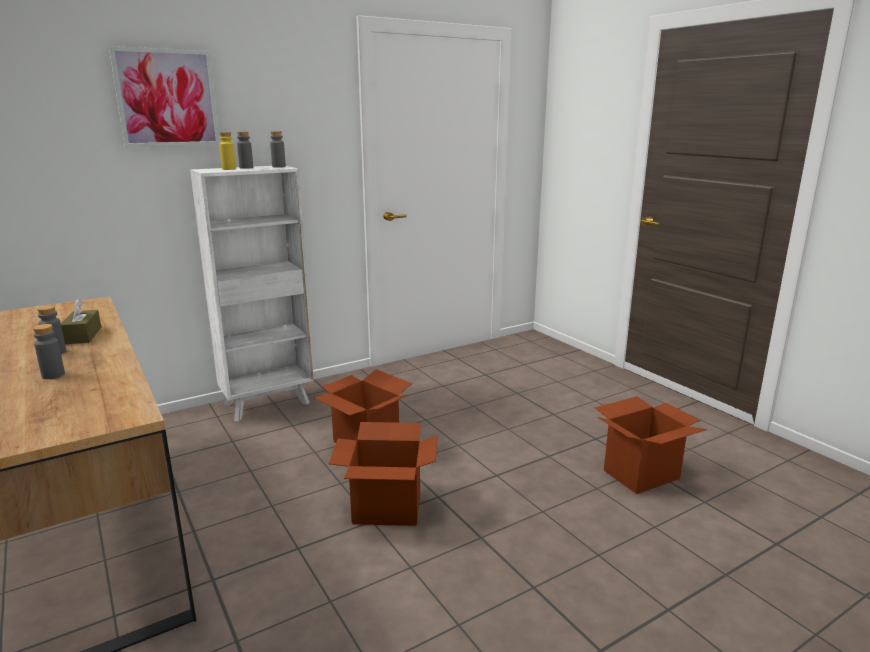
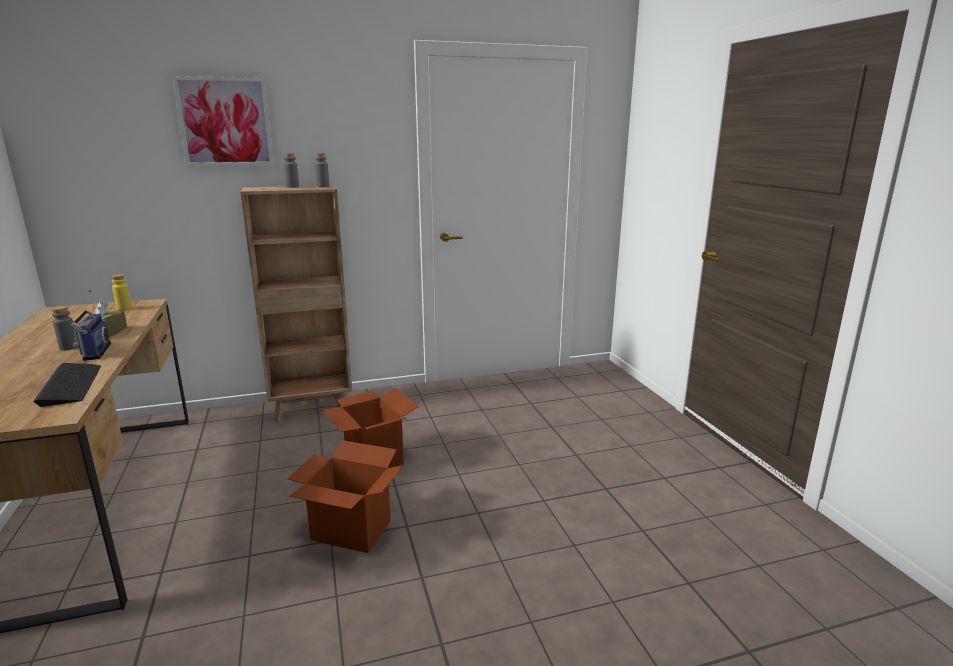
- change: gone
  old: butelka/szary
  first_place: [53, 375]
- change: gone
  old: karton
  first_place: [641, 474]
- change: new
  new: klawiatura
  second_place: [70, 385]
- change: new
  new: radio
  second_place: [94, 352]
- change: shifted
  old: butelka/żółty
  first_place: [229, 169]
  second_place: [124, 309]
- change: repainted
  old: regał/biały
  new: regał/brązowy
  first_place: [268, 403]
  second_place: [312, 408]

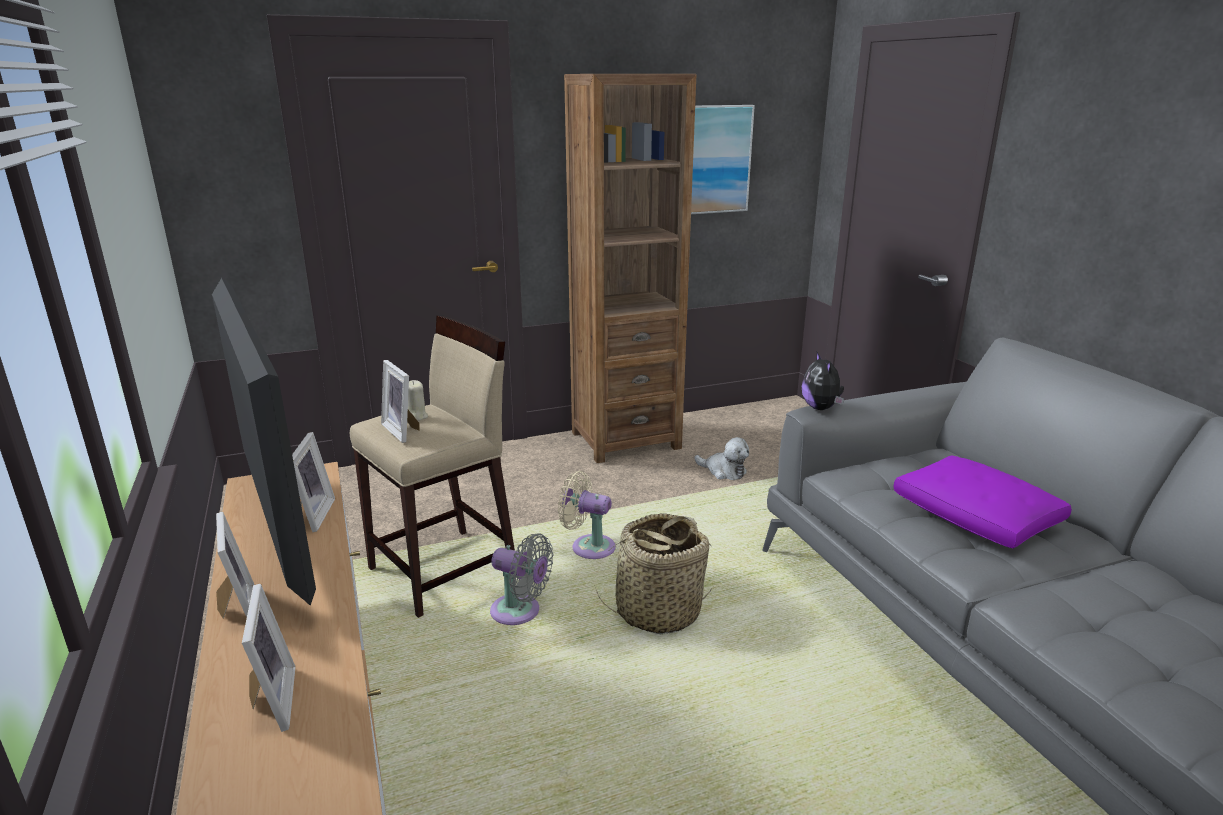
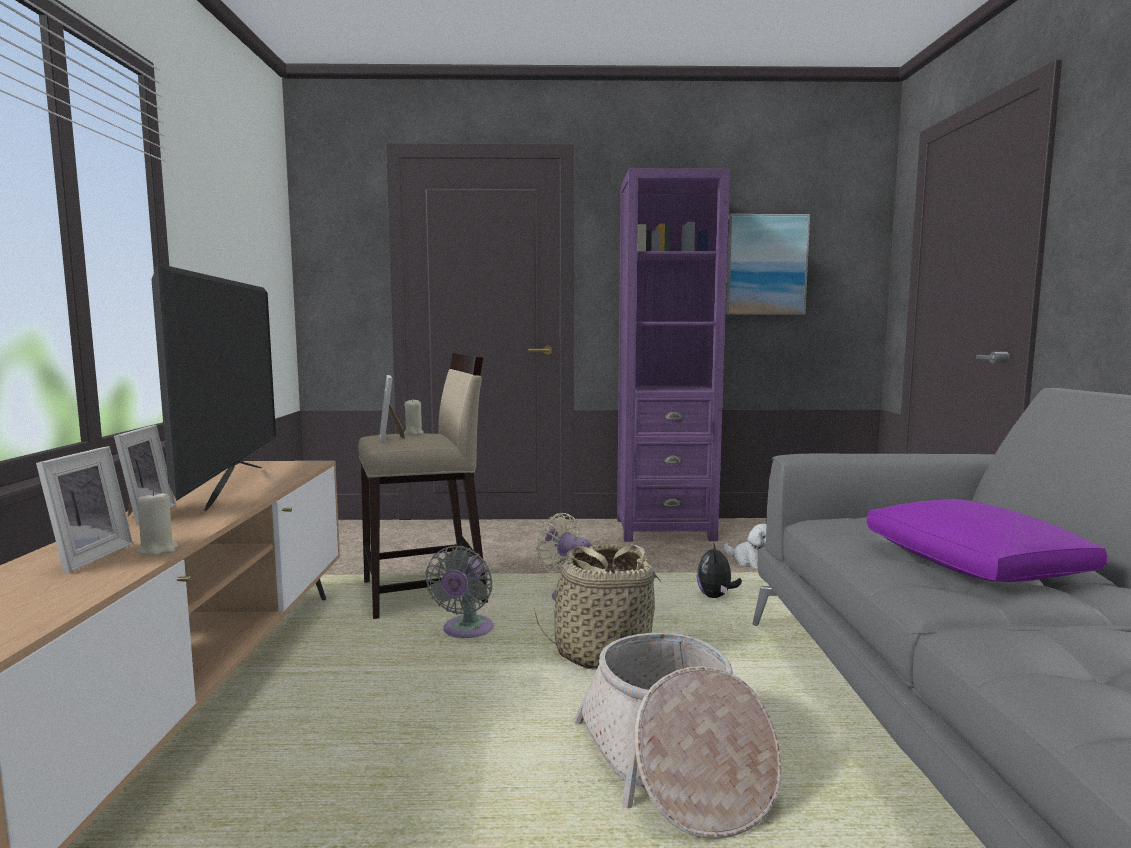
- change: gone
  old: ramka na zdjęcie
  first_place: [312, 515]
- change: new
  new: świeca/beżowy
  second_place: [158, 550]
- change: new
  new: koszyk
  second_place: [674, 765]
- change: shifted
  old: pluszak
  first_place: [821, 408]
  second_place: [716, 596]
- change: repainted
  old: regał/brązowy
  new: regał/fioletowy
  first_place: [625, 440]
  second_place: [664, 529]
- change: rotated
  old: wentylator/szary
  first_place: [520, 612]
  second_place: [466, 631]
  degrees: 60

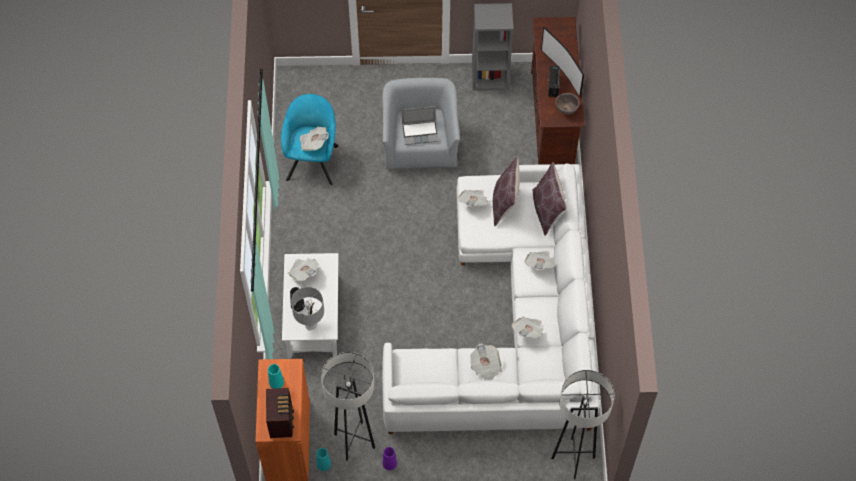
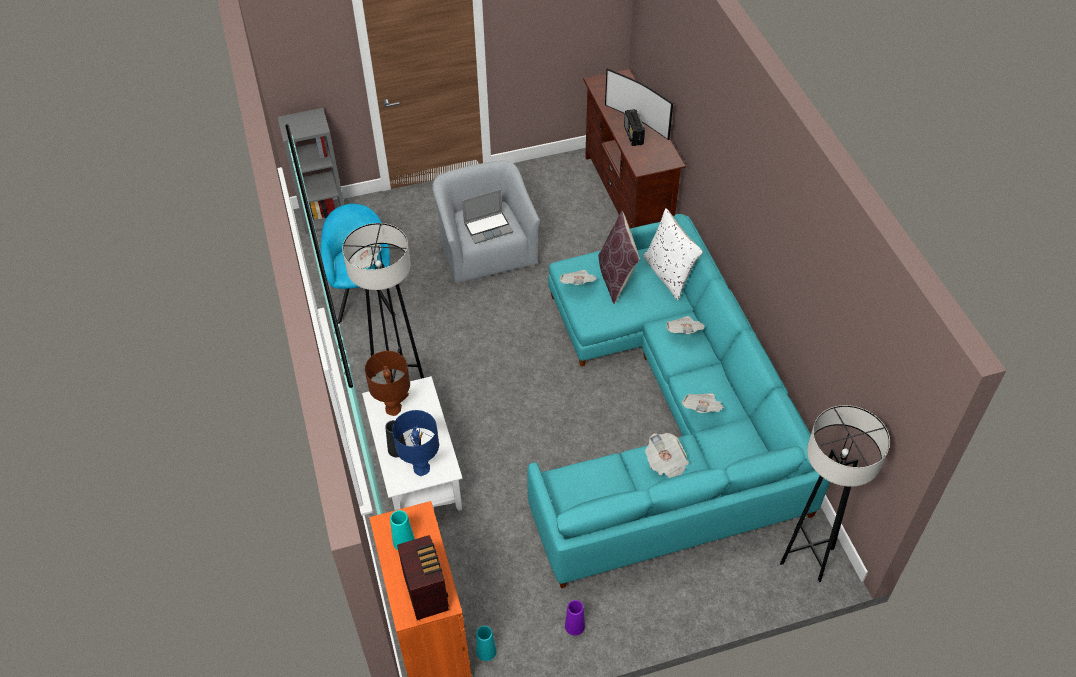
- change: gone
  old: miska/brązowy
  first_place: [566, 110]
- change: shifted
  old: lampa stojąca/szary
  first_place: [354, 441]
  second_place: [398, 377]
- change: shifted
  old: regał/szary
  first_place: [490, 77]
  second_place: [324, 216]
- change: swapped
  old: gazeta
  new: lampa stołowa/brązowy
  first_place: [303, 272]
  second_place: [393, 408]
- change: repainted
  old: lampa stołowa/szary
  new: lampa stołowa/niebieski
  first_place: [310, 324]
  second_place: [421, 468]
- change: repainted
  old: kanapa/biały
  new: kanapa/turkusowy
  first_place: [512, 322]
  second_place: [666, 415]
- change: repainted
  old: poduszka/brązowy
  new: poduszka/biały
  first_place: [547, 211]
  second_place: [669, 274]

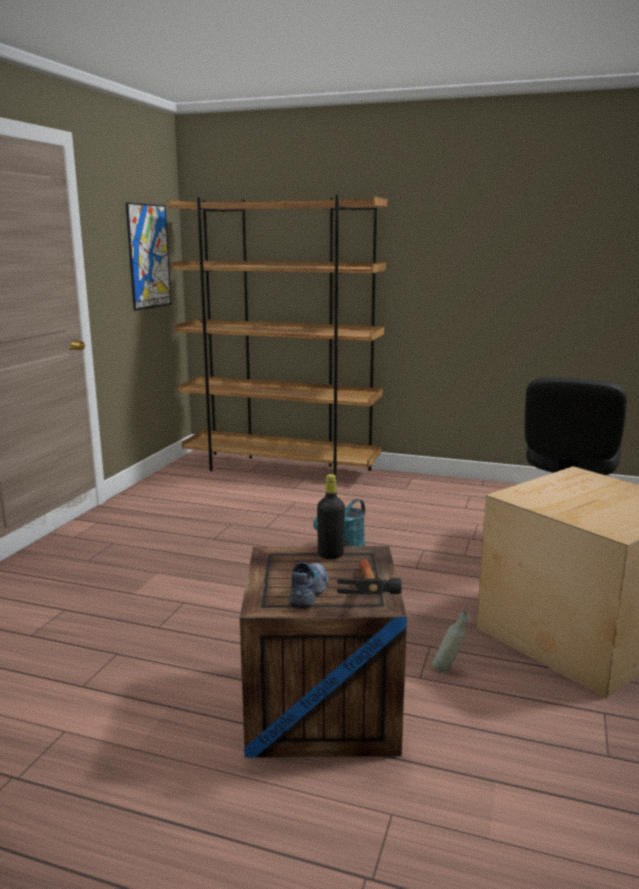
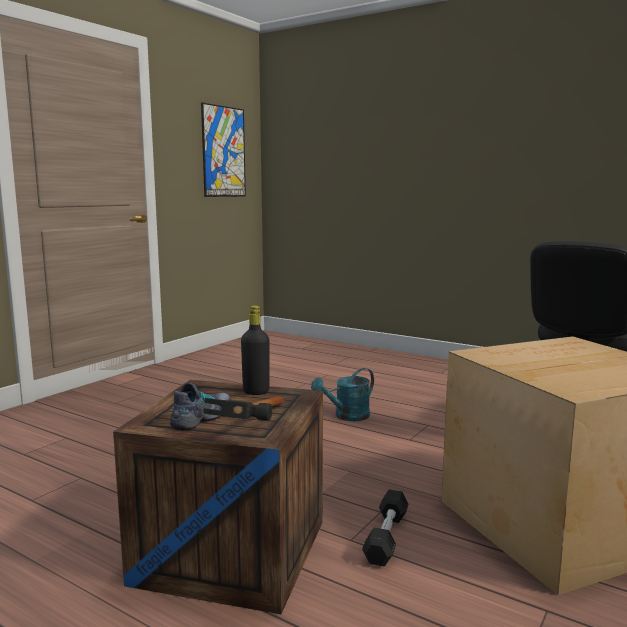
- change: gone
  old: regał/brązowy
  first_place: [281, 469]
- change: swapped
  old: butelka/szary
  new: hantel/czarny
  first_place: [448, 670]
  second_place: [386, 537]

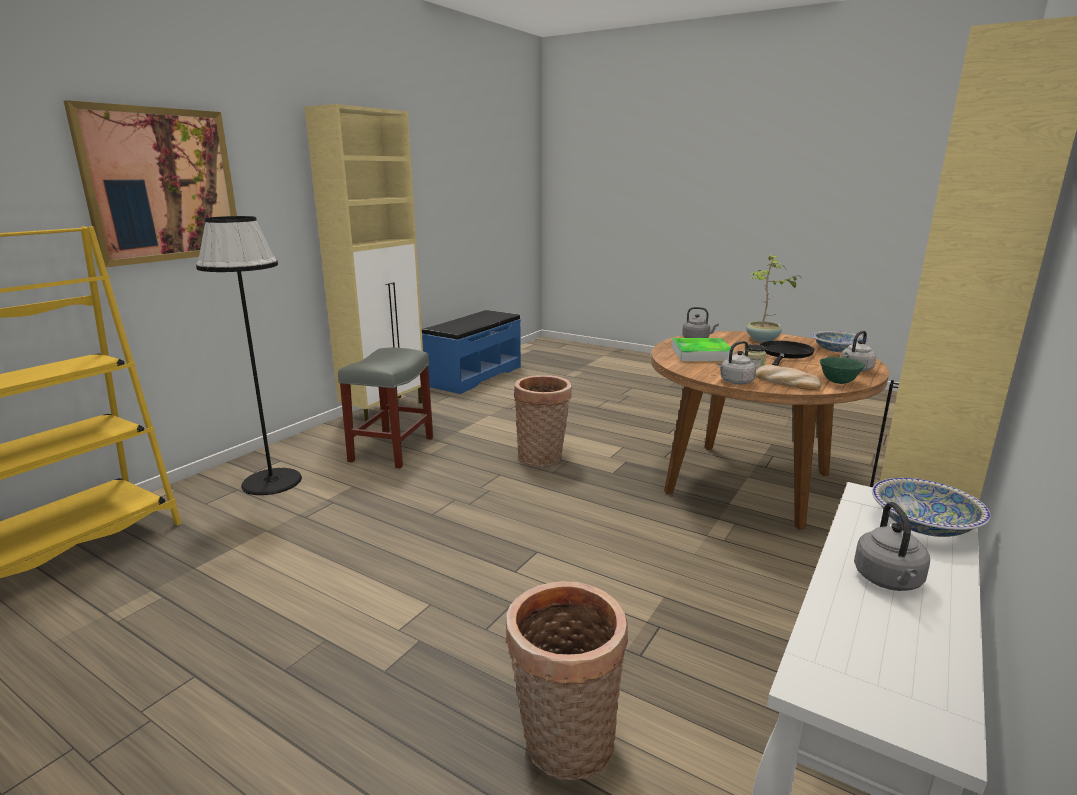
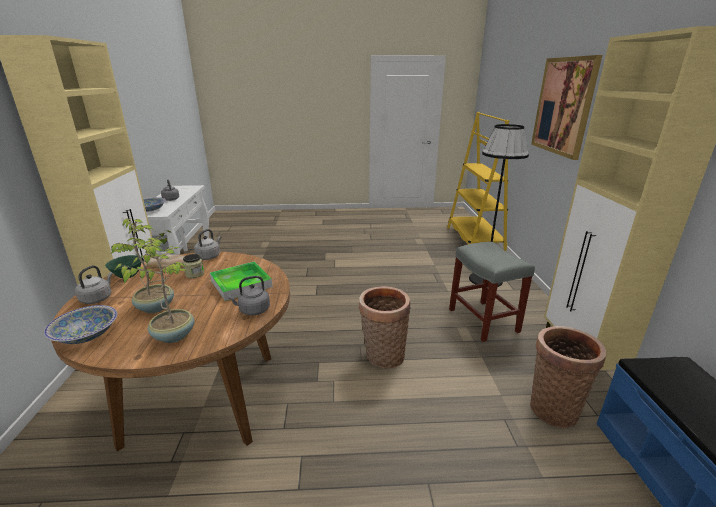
- change: shifted
  old: koszyk
  first_place: [564, 746]
  second_place: [553, 407]
- change: swapped
  old: patelnia/czarny
  new: roślina doniczkowa
  first_place: [785, 354]
  second_place: [156, 307]

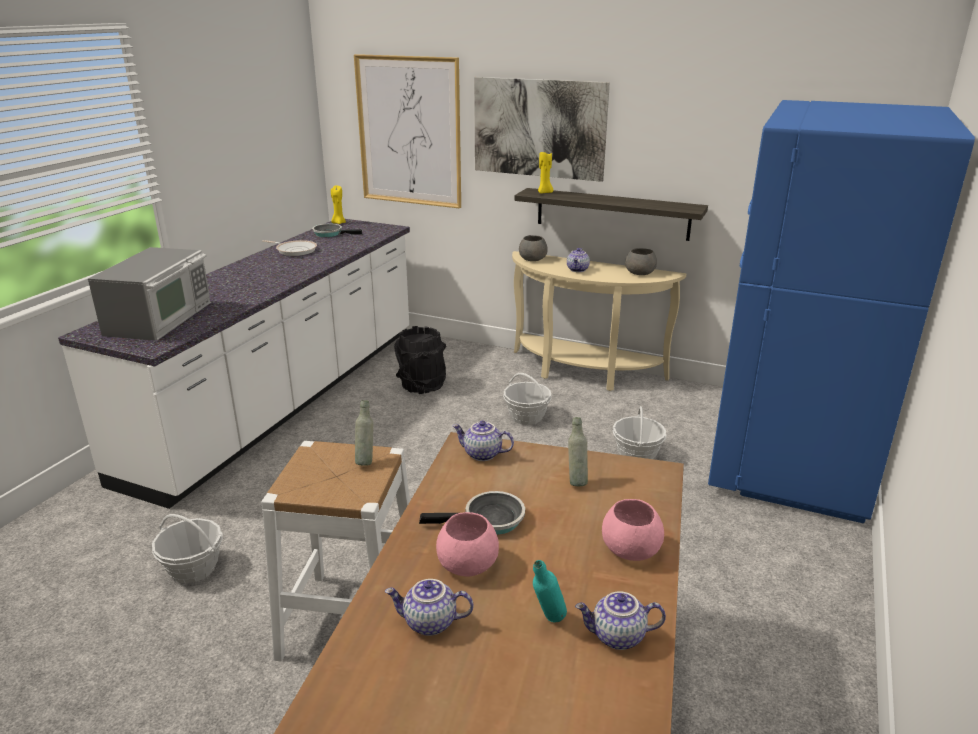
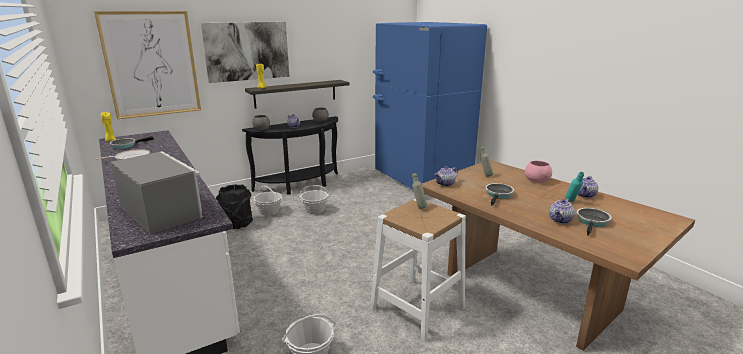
- change: gone
  old: miska/różowy
  first_place: [467, 564]
- change: new
  new: patelnia
  second_place: [592, 222]
- change: shifted
  old: koszyk
  first_place: [636, 455]
  second_place: [269, 211]
- change: repainted
  old: stolik konsolowy/beżowy
  new: stolik konsolowy/czarny
  first_place: [583, 373]
  second_place: [300, 185]

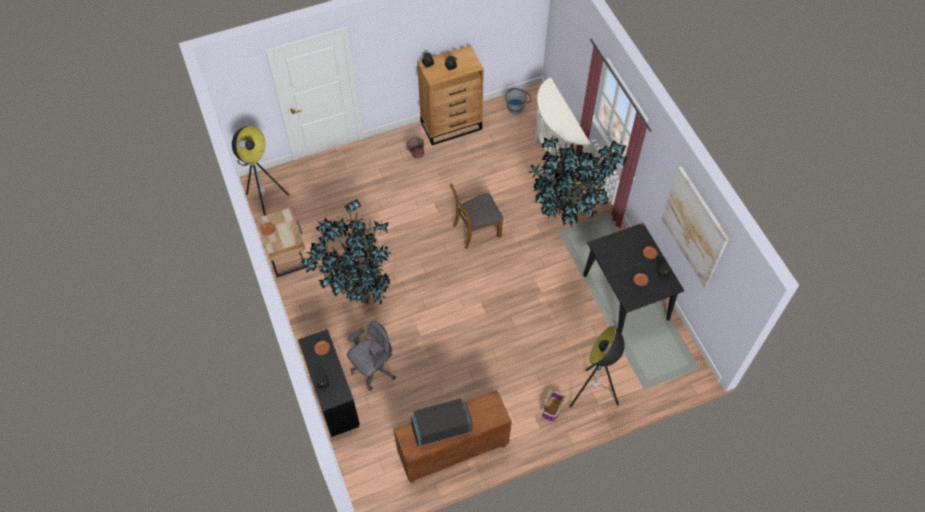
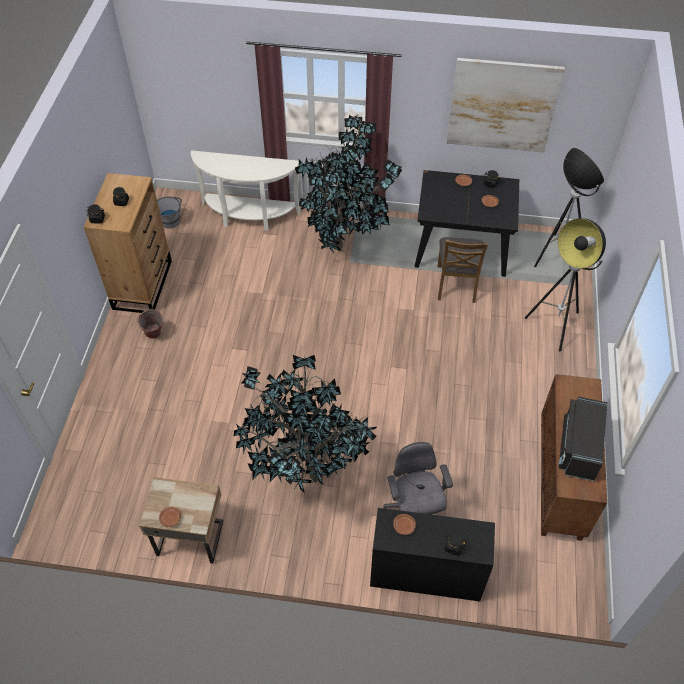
- change: gone
  old: koszyk
  first_place: [552, 410]
- change: shifted
  old: lampa stojąca
  first_place: [266, 203]
  second_place: [556, 255]
- change: shifted
  old: krzesło/brązowy
  first_place: [476, 230]
  second_place: [457, 284]

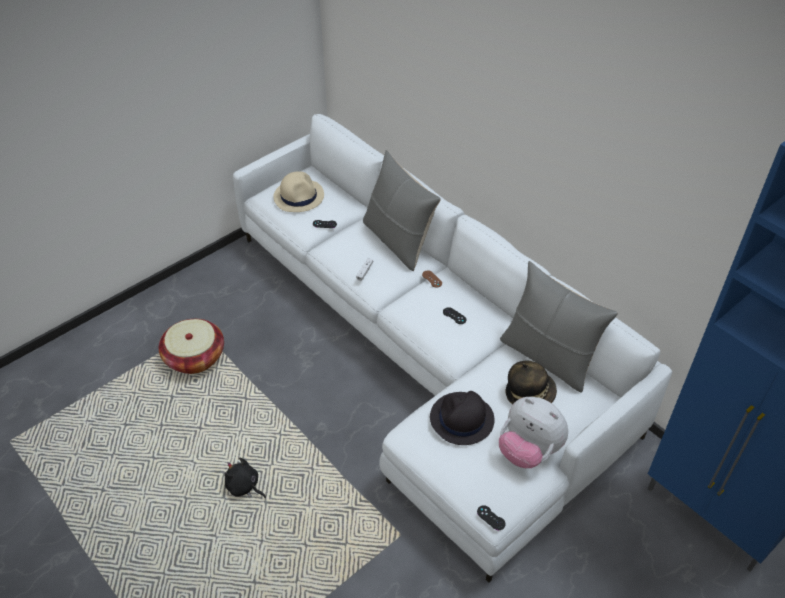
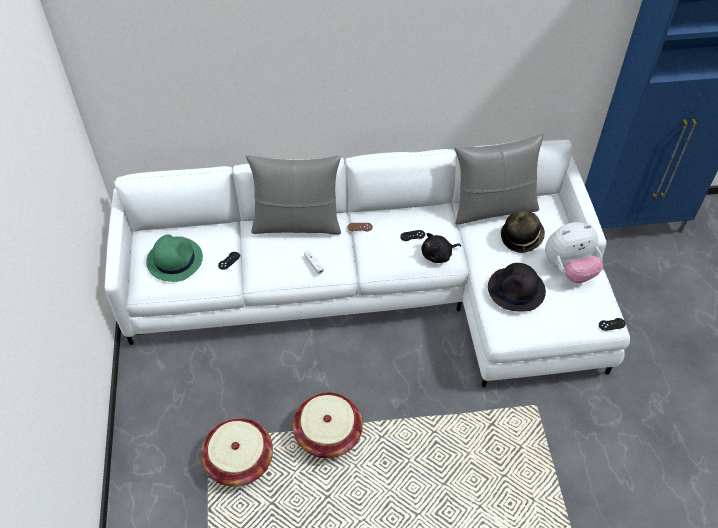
- change: new
  new: koszyk
  second_place: [328, 434]
- change: shifted
  old: pluszak/czarny
  first_place: [244, 486]
  second_place: [438, 255]
- change: repainted
  old: kapelusz/beżowy
  new: kapelusz/zielony
  first_place: [299, 196]
  second_place: [174, 259]

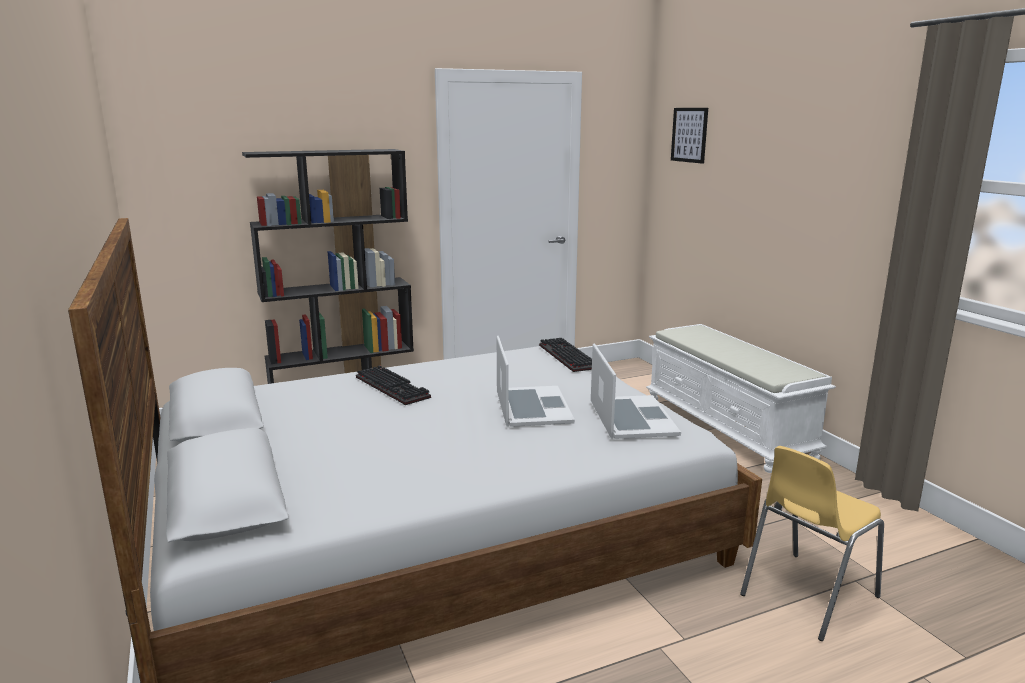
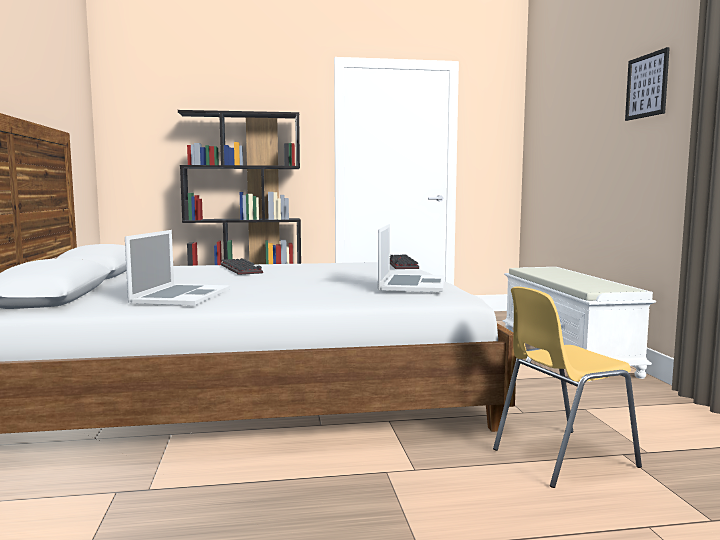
- change: shifted
  old: laptop
  first_place: [532, 406]
  second_place: [181, 295]
- change: shifted
  old: obraz
  first_place: [689, 135]
  second_place: [647, 86]

